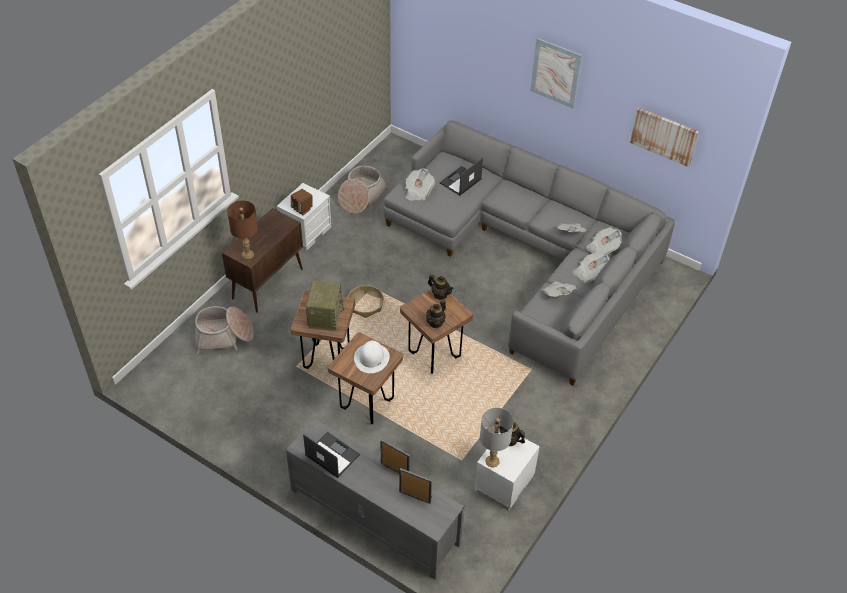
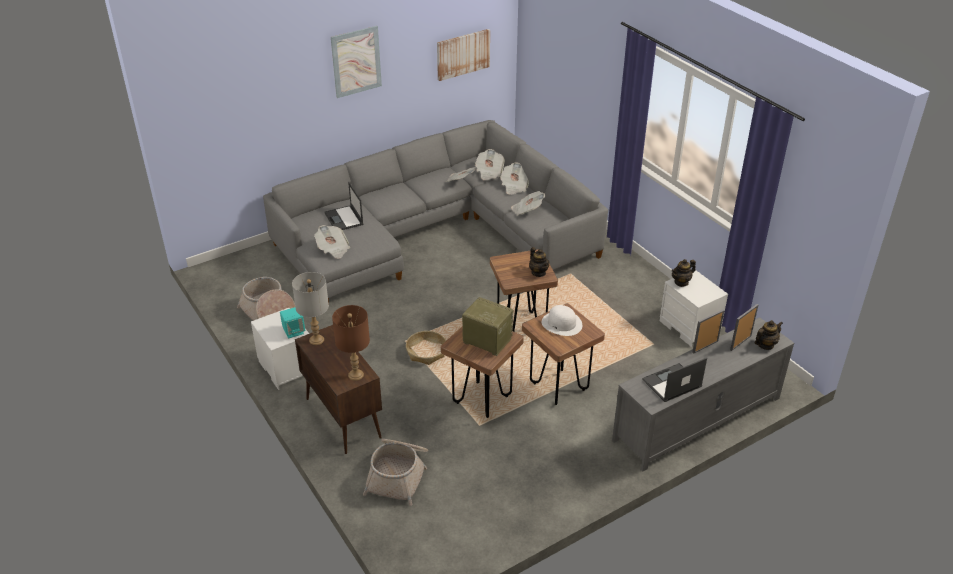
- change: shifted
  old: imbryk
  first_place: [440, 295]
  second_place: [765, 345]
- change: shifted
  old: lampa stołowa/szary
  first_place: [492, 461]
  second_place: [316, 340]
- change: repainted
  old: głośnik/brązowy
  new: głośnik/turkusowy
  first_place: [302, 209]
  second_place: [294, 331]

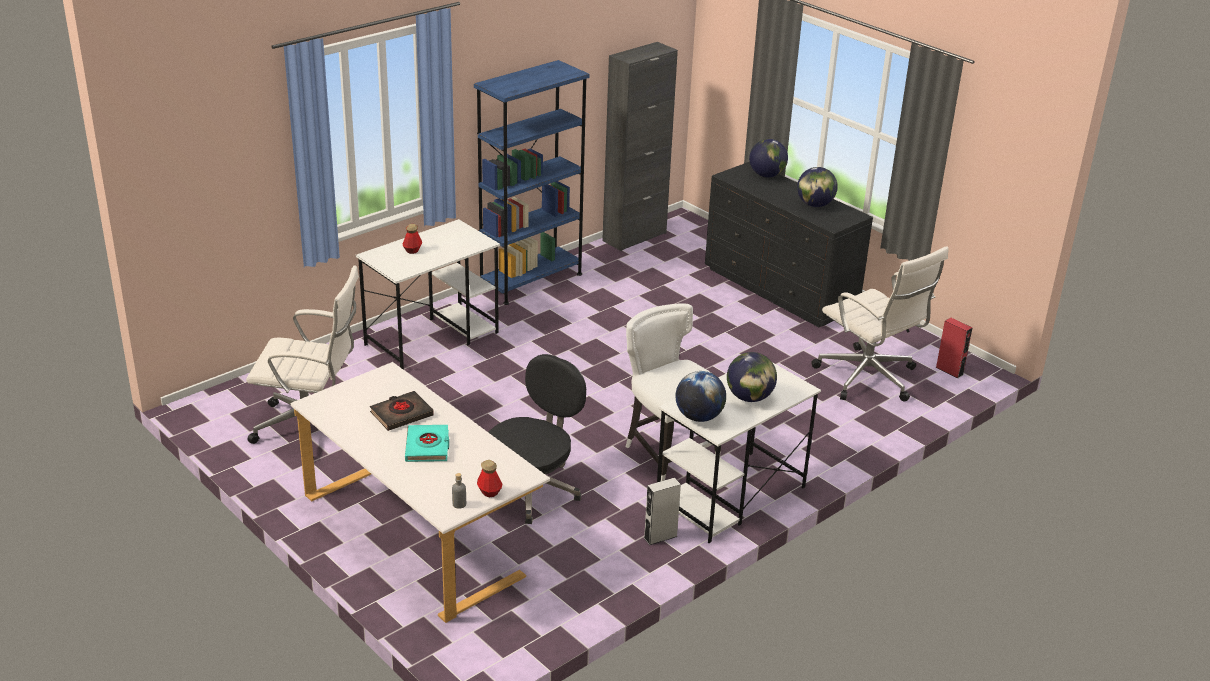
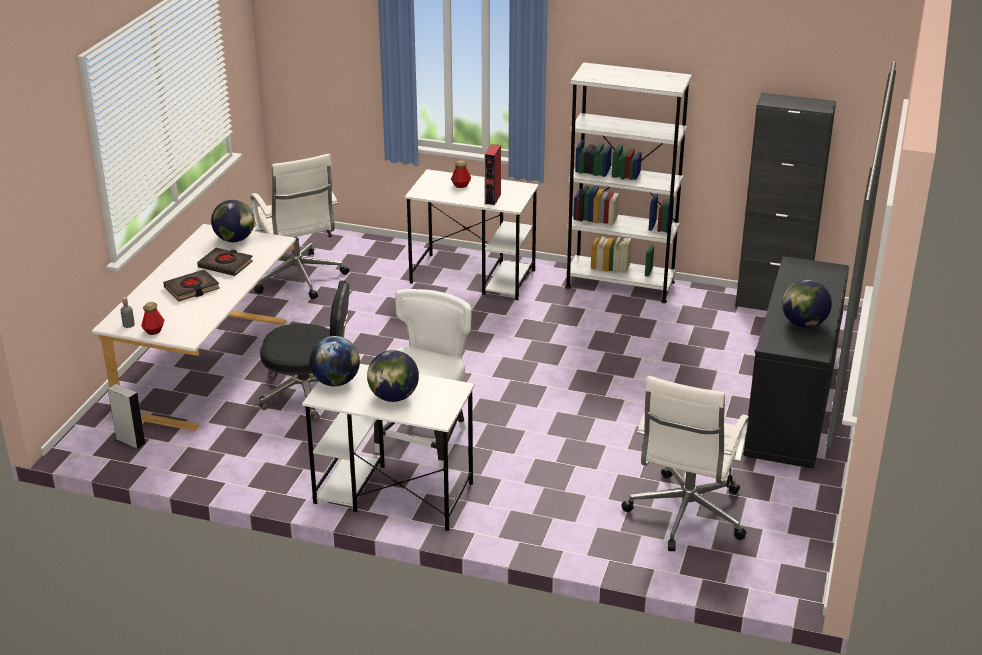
- change: shifted
  old: głośnik/szary
  first_place: [660, 537]
  second_place: [130, 441]
- change: shifted
  old: globus
  first_place: [767, 175]
  second_place: [235, 239]
- change: shifted
  old: głośnik/czerwony
  first_place: [949, 371]
  second_place: [492, 199]
- change: repainted
  old: książka/turkusowy
  new: książka/czarny
  first_place: [427, 447]
  second_place: [192, 289]
- change: repainted
  old: regał/niebieski
  new: regał/biały
  first_place: [531, 281]
  second_place: [620, 284]

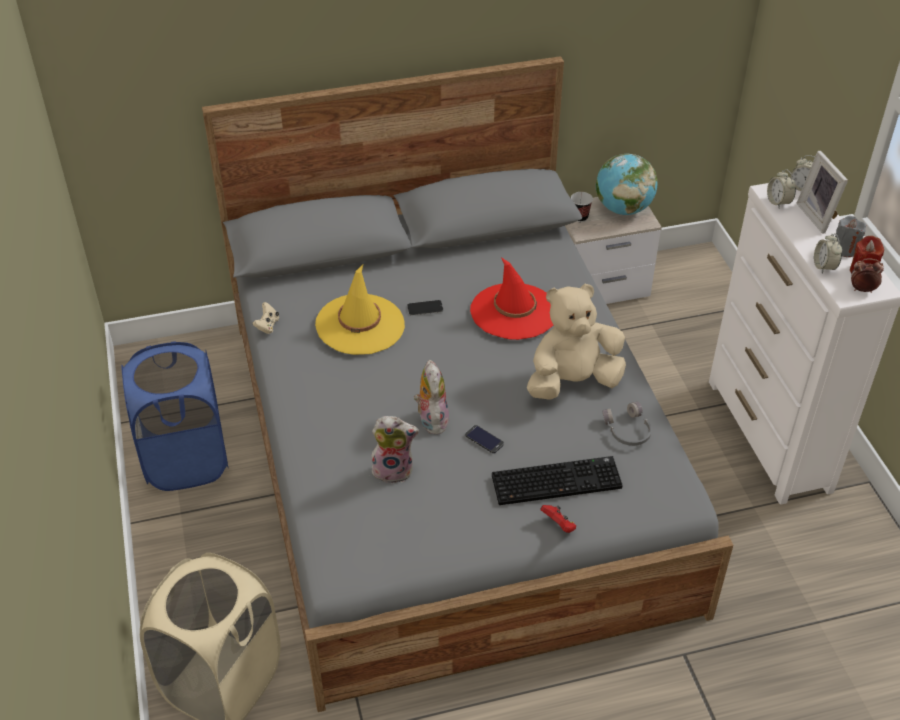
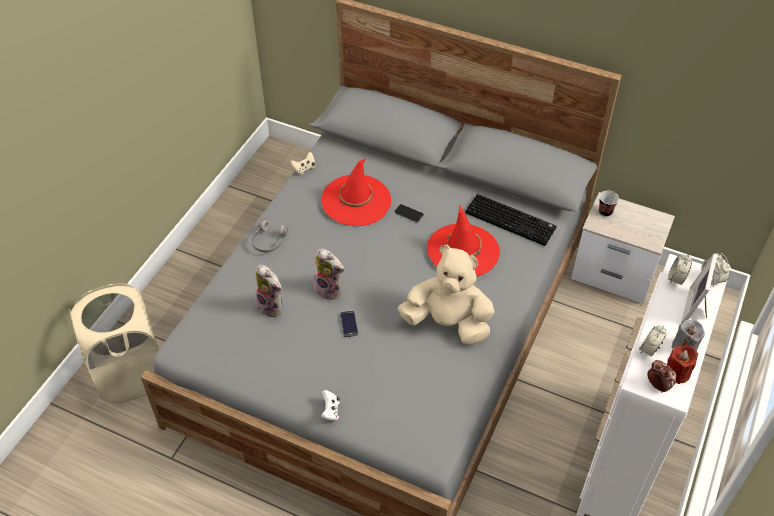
- change: gone
  old: kosz na pranie/niebieski
  first_place: [186, 460]
- change: gone
  old: globus
  first_place: [623, 209]
- change: shifted
  old: klawiatura
  first_place: [557, 480]
  second_place: [511, 220]
- change: shifted
  old: słuchawki/szary
  first_place: [627, 430]
  second_place: [268, 241]
- change: repainted
  old: kapelusz/żółty
  new: kapelusz/czerwony
  first_place: [360, 325]
  second_place: [356, 200]
- change: repainted
  old: pad do gier/czerwony
  new: pad do gier/biały
  first_place: [559, 525]
  second_place: [330, 411]
- change: rotated
  old: pluszak
  first_place: [431, 419]
  second_place: [330, 289]
  degrees: 90

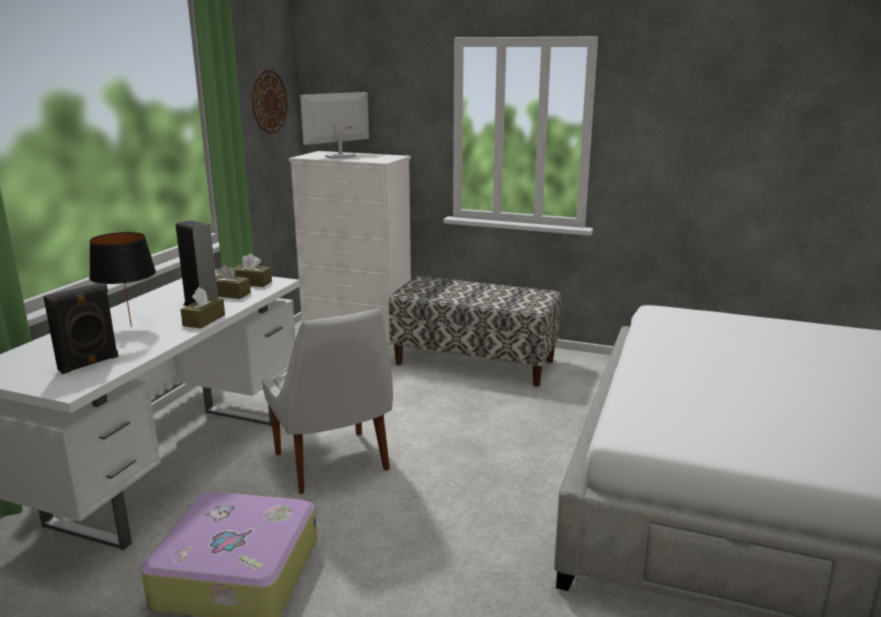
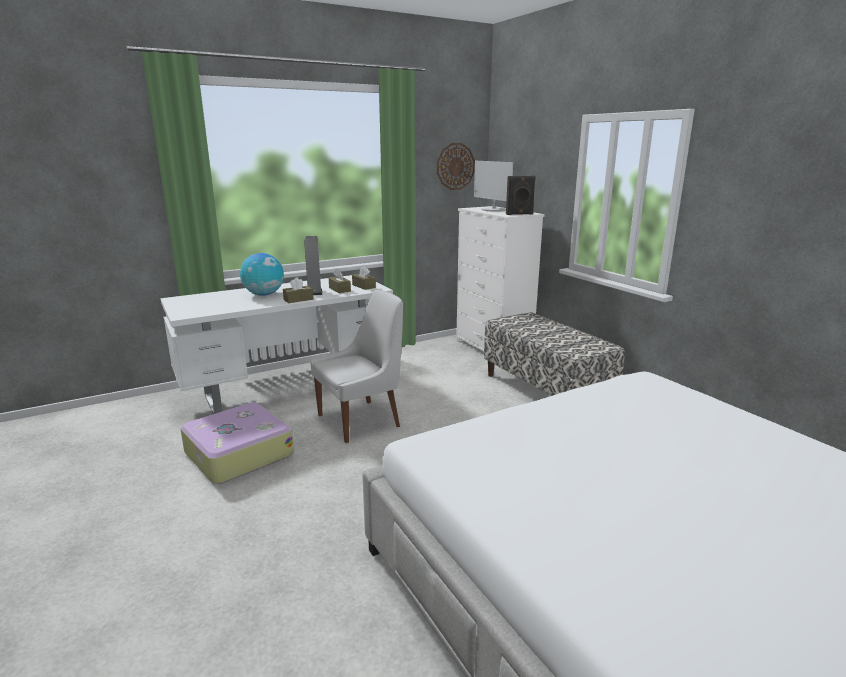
- change: shifted
  old: głośnik/czarny
  first_place: [89, 364]
  second_place: [519, 214]
- change: swapped
  old: lampa stołowa/czarny
  new: globus
  first_place: [131, 326]
  second_place: [264, 294]
- change: rotated
  old: krzesło/biały
  first_place: [333, 464]
  second_place: [361, 420]
  degrees: -135
- change: rotated
  old: monitor
  first_place: [340, 156]
  second_place: [493, 210]
  degrees: -120

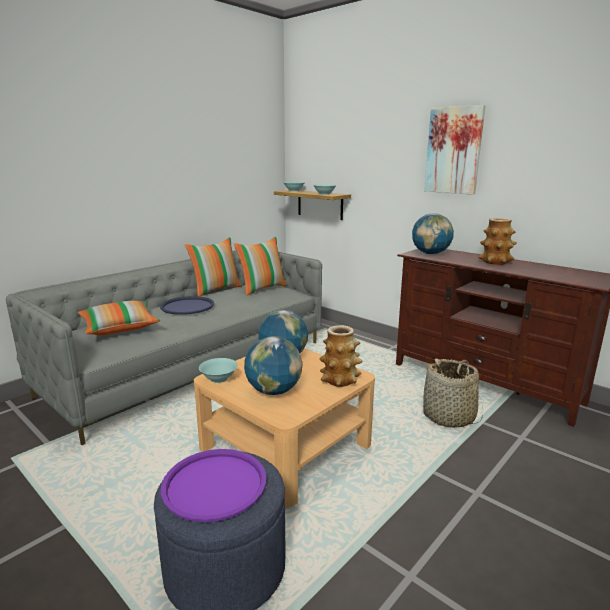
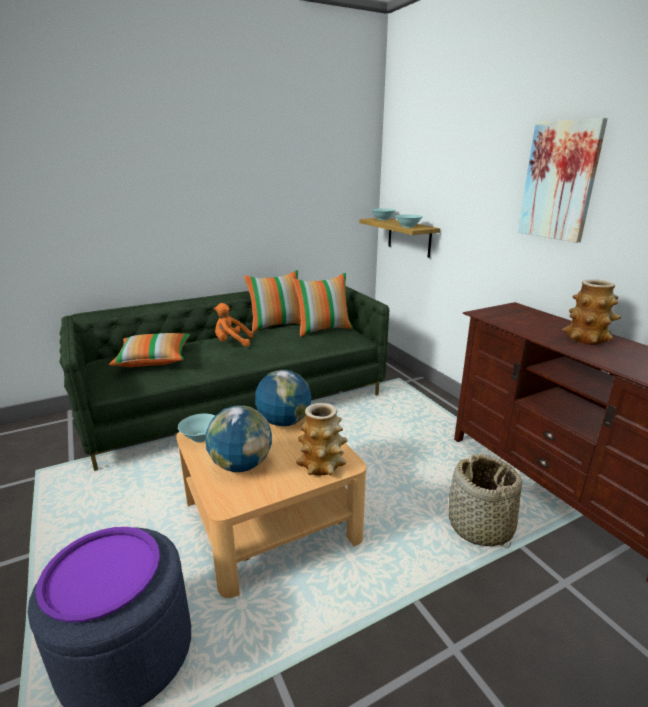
- change: gone
  old: globus
  first_place: [430, 253]
- change: swapped
  old: taca/niebieski
  new: pluszak/pomarańczowy
  first_place: [187, 306]
  second_place: [232, 342]
- change: repainted
  old: kanapa/szary
  new: kanapa/zielony
  first_place: [193, 366]
  second_place: [239, 403]

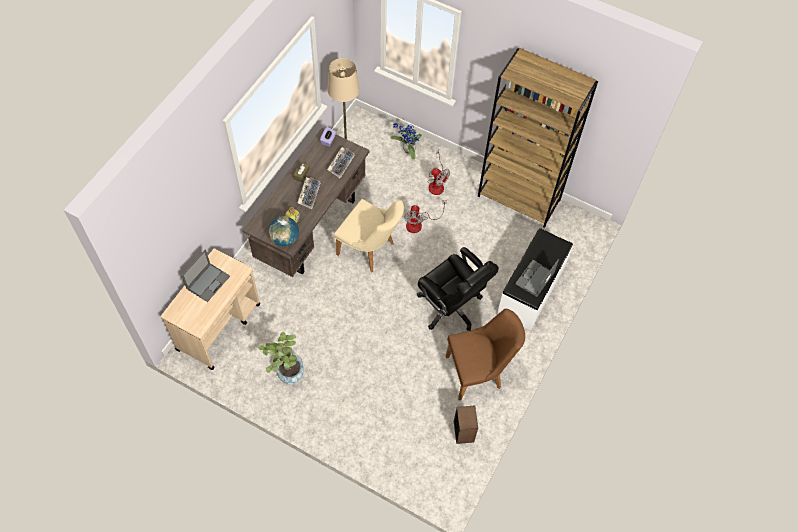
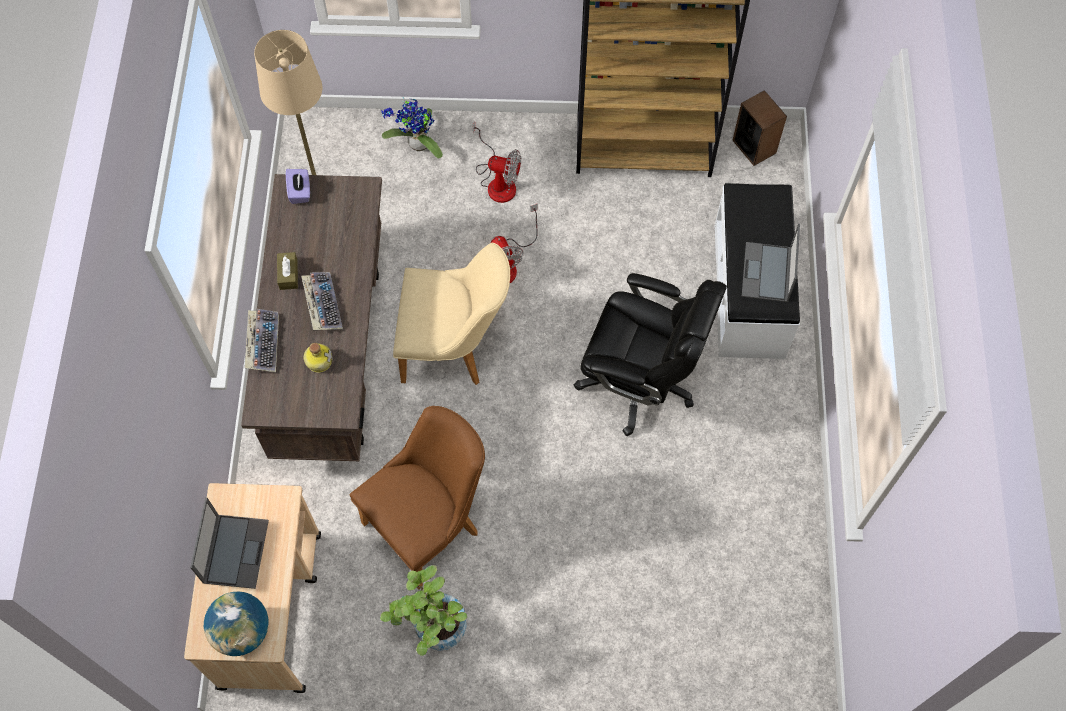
- change: shifted
  old: globus
  first_place: [285, 239]
  second_place: [242, 631]
- change: shifted
  old: klawiatura
  first_place: [341, 163]
  second_place: [262, 342]
- change: shifted
  old: krzesło/brązowy
  first_place: [479, 372]
  second_place: [430, 523]
- change: shifted
  old: głośnik
  first_place: [464, 431]
  second_place: [754, 146]

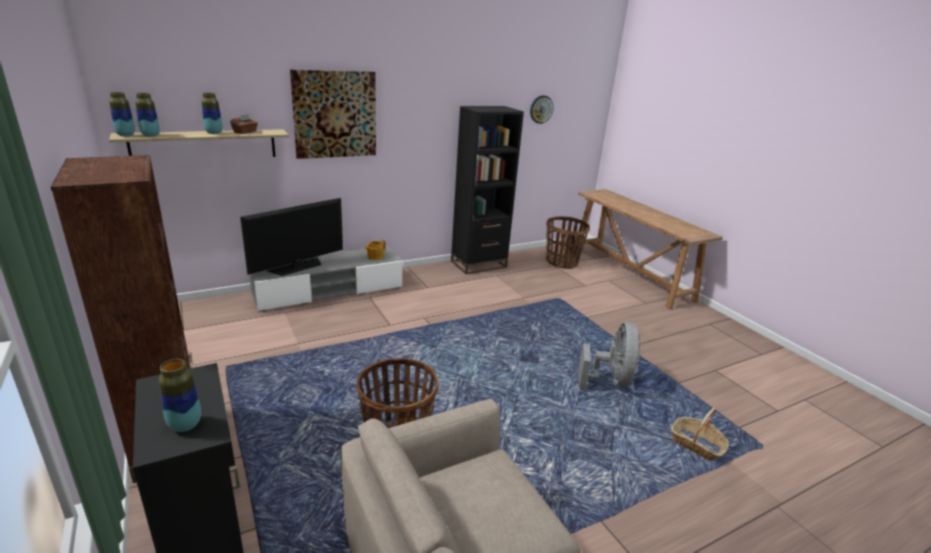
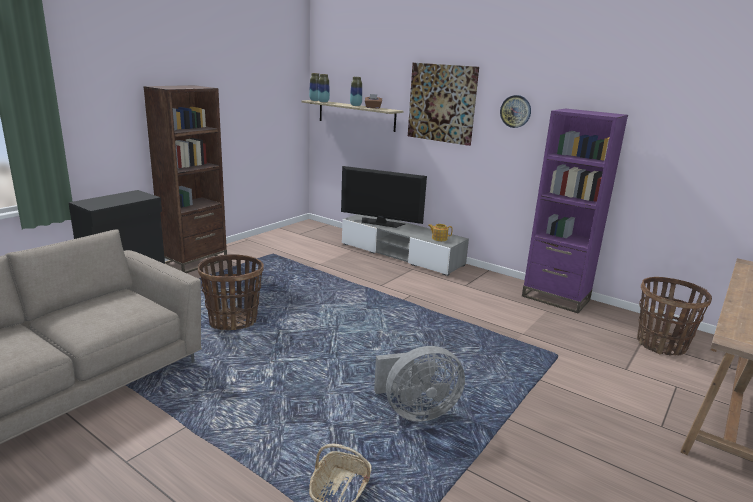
- change: gone
  old: wazon
  first_place: [185, 425]
- change: shifted
  old: zegar ścienny
  first_place: [541, 109]
  second_place: [515, 111]
- change: repainted
  old: regał/czarny
  new: regał/fioletowy
  first_place: [479, 264]
  second_place: [555, 298]

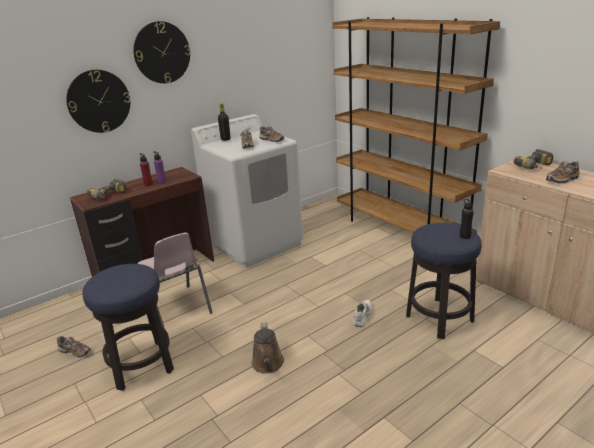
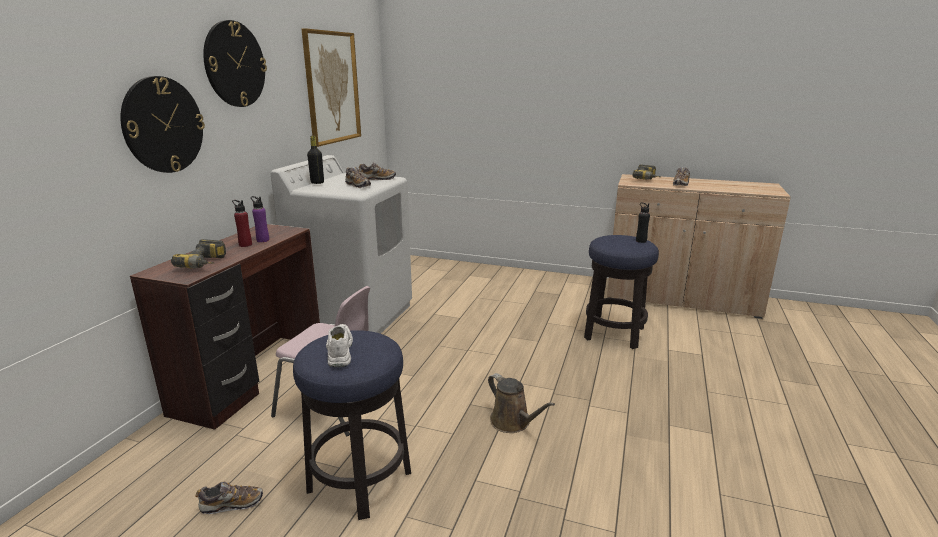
- change: gone
  old: regał/brązowy
  first_place: [400, 230]
- change: new
  new: obraz
  second_place: [332, 87]
- change: shifted
  old: but/biały
  first_place: [361, 316]
  second_place: [339, 351]

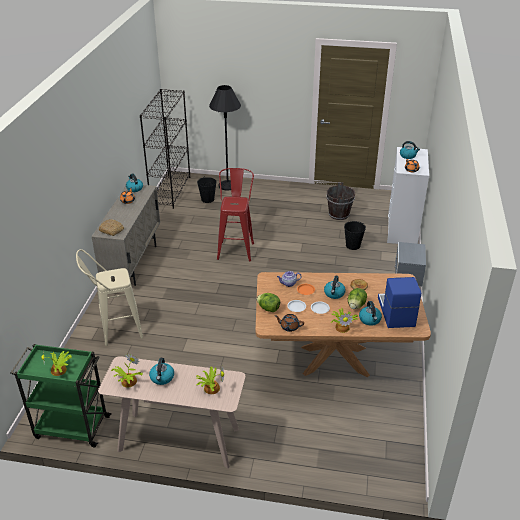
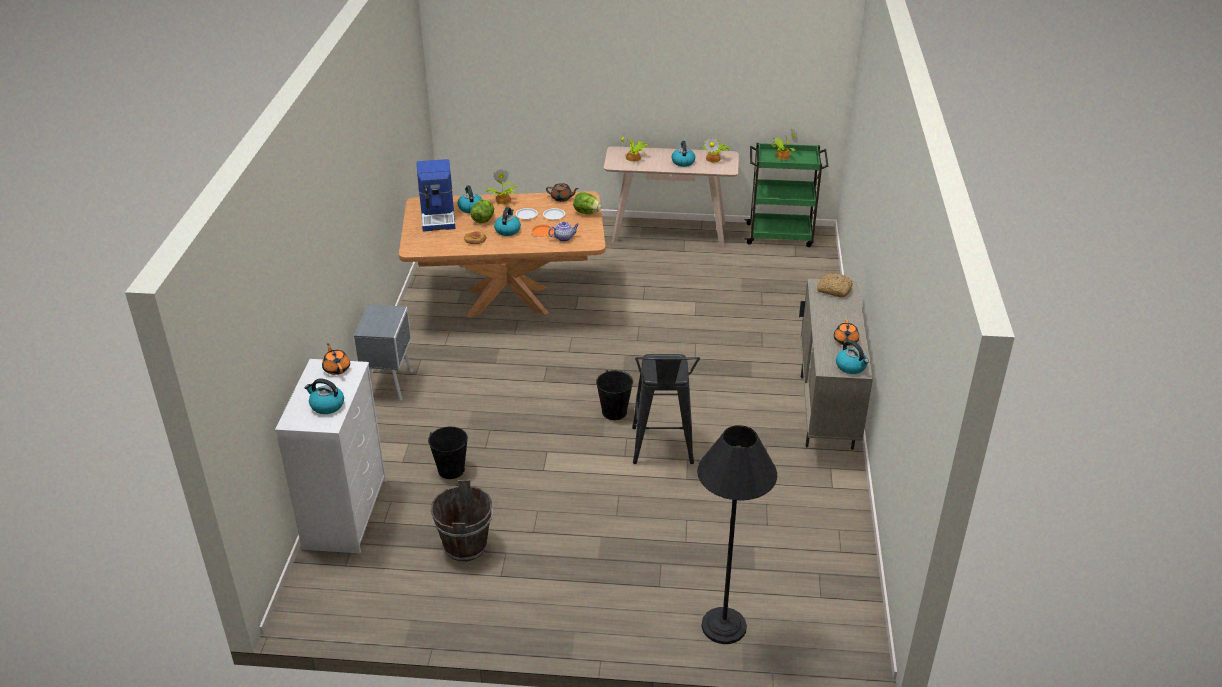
- change: gone
  old: stołek/beżowy
  first_place: [116, 330]
- change: gone
  old: regał/czarny
  first_place: [170, 191]
- change: shifted
  old: wiadro/czarny
  first_place: [207, 199]
  second_place: [614, 412]
- change: repainted
  old: stołek/czerwony
  new: stołek/czarny
  first_place: [236, 248]
  second_place: [662, 451]

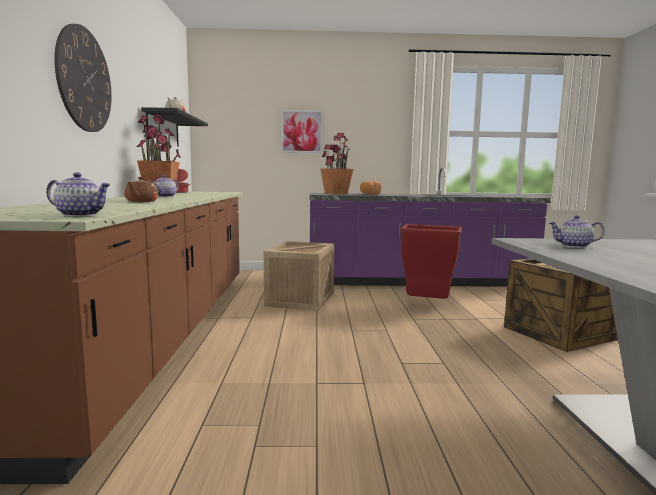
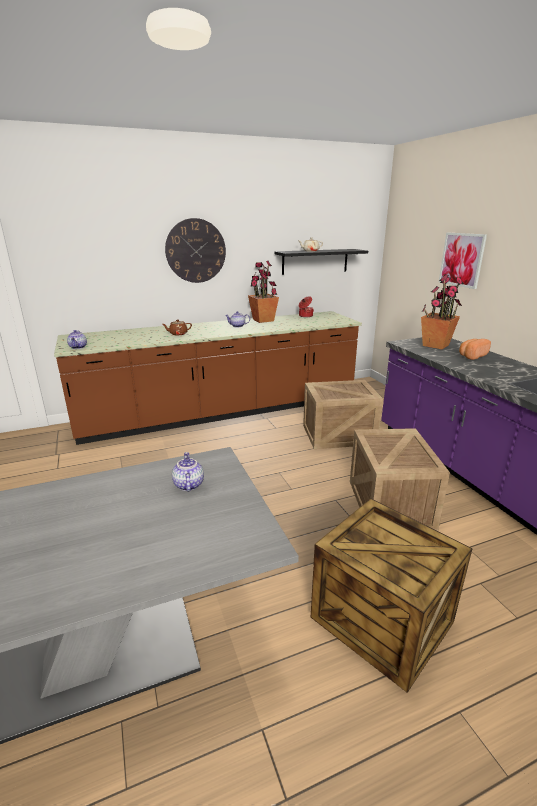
- change: swapped
  old: kosz na śmieci/czerwony
  new: skrzynka
  first_place: [428, 306]
  second_place: [391, 505]

